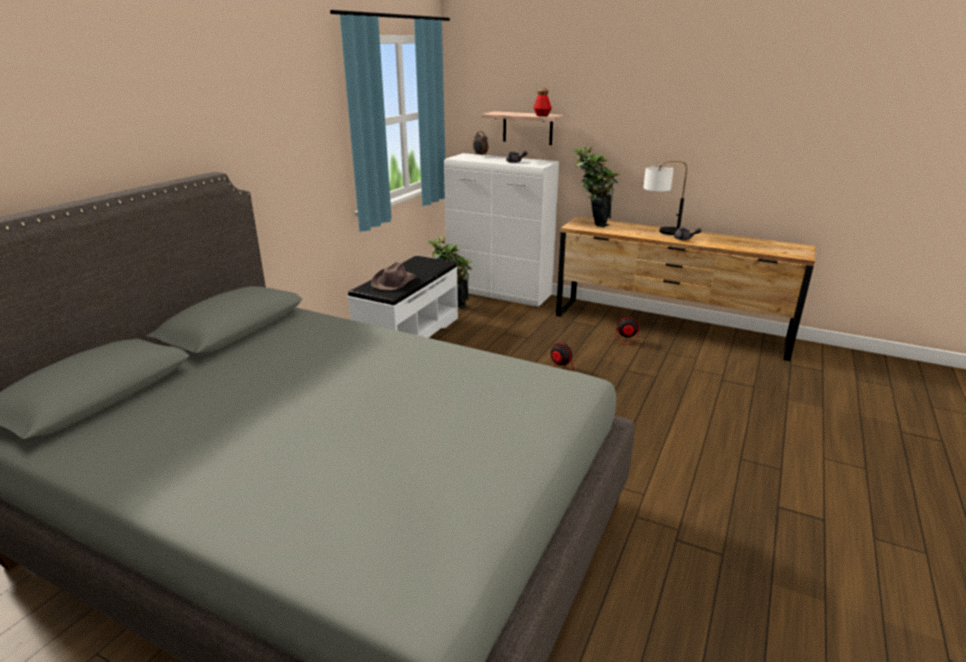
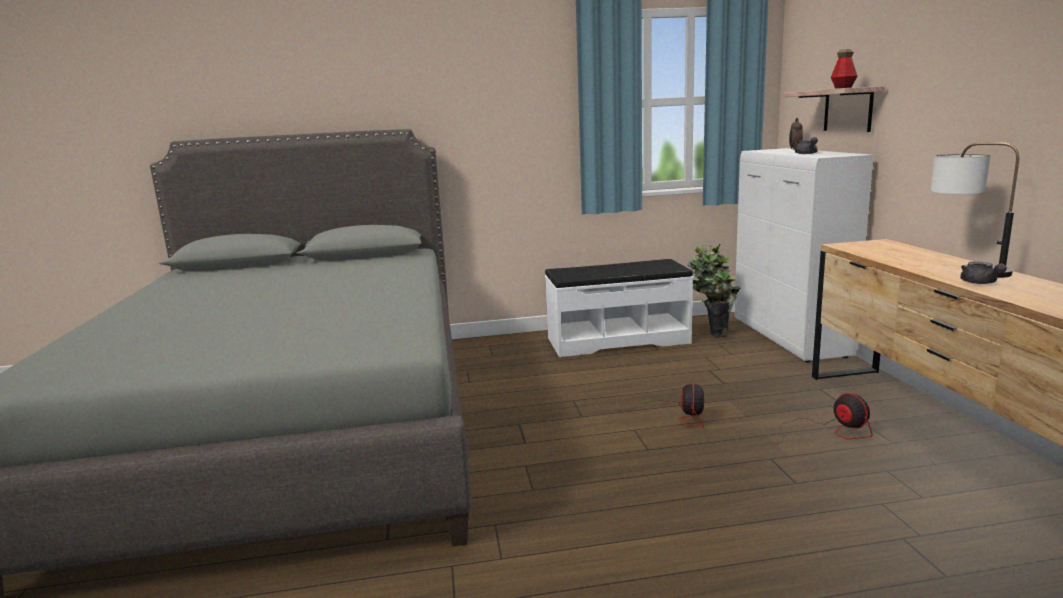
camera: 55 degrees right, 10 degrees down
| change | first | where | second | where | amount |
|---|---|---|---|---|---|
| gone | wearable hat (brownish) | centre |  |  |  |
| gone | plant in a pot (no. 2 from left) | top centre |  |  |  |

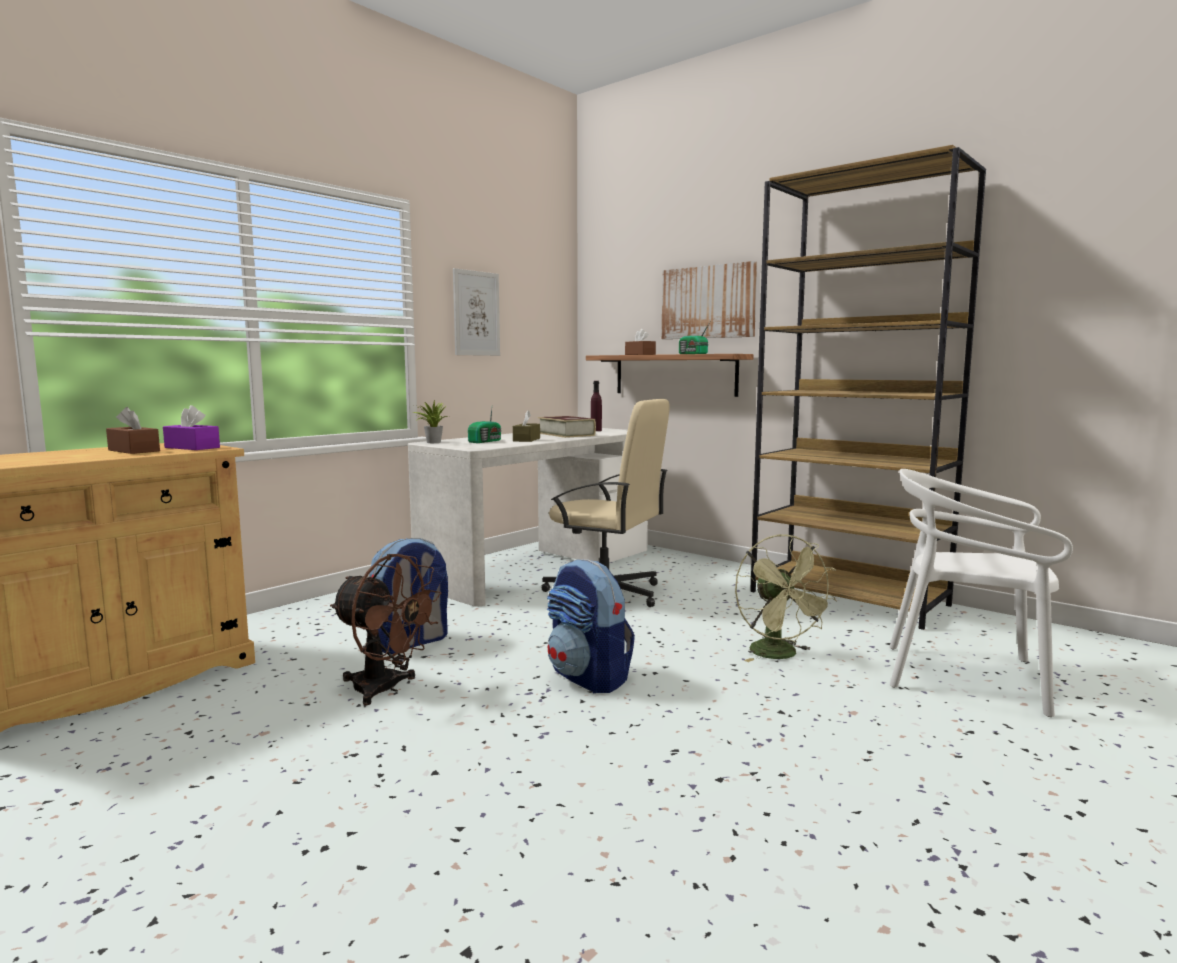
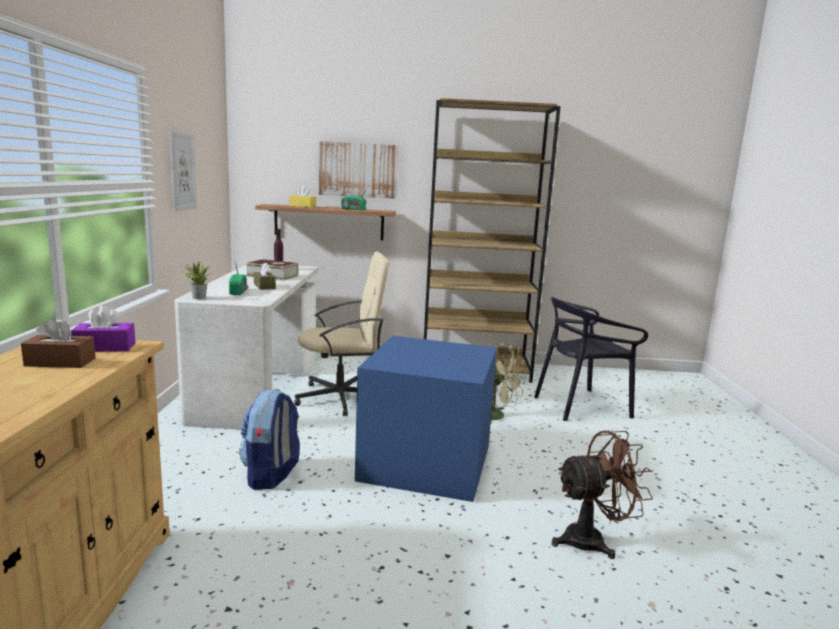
camera: 40 degrees left, 5 degrees up
| change | first | where | second | where | amount |
|---|---|---|---|---|---|
| shifted | electric fan (brownish) | middle left |  | bottom right |  |
| swapped | knapsack (no. 2 from left) | centre | storage box (bluish) | centre |  |
| repainted | tissue holder (brownish) (no. 3 from left) | centre | tissue holder (yellow) | top centre |  |
| repainted | plain chair (white) | middle right | plain chair (black) | middle right |  |

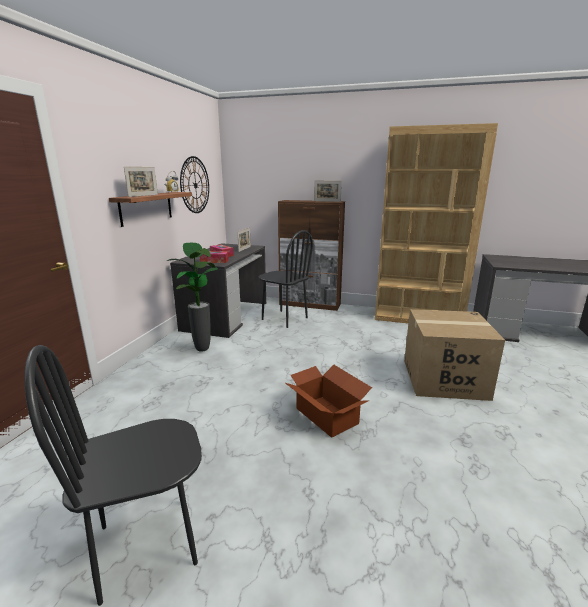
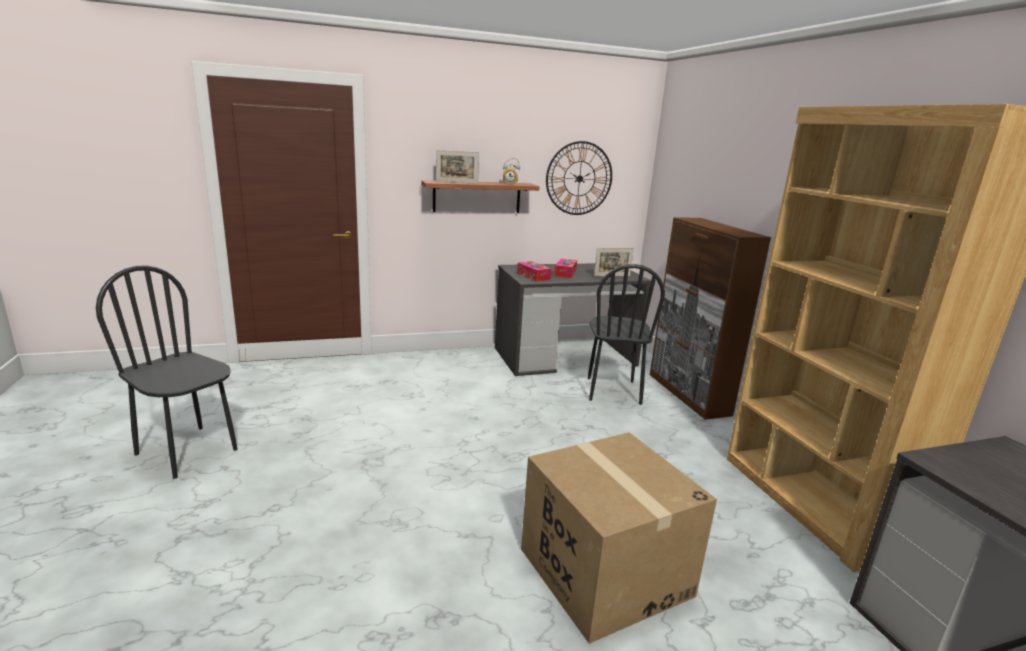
camera: 55 degrees right, 0 degrees up
| change | first | where | second | where | amount |
|---|---|---|---|---|---|
| gone | plant in a pot | middle left |  |  |  |
| gone | carton (no. 1 from left) | centre |  |  |  |
| gone | picture frame (no. 3 from left) | top centre |  |  |  |

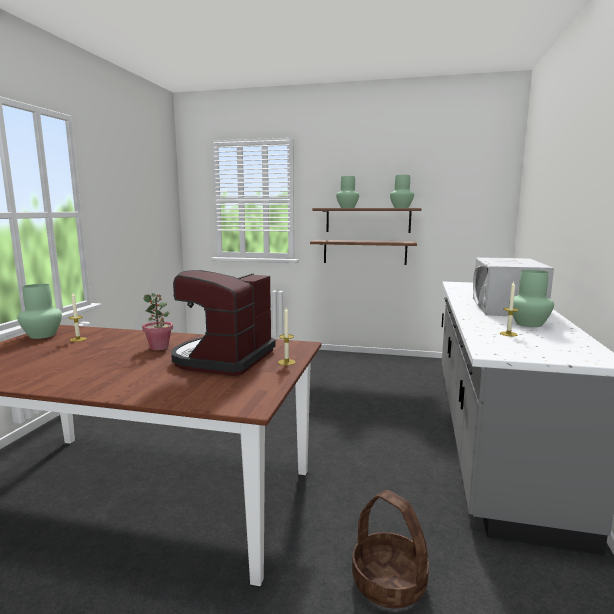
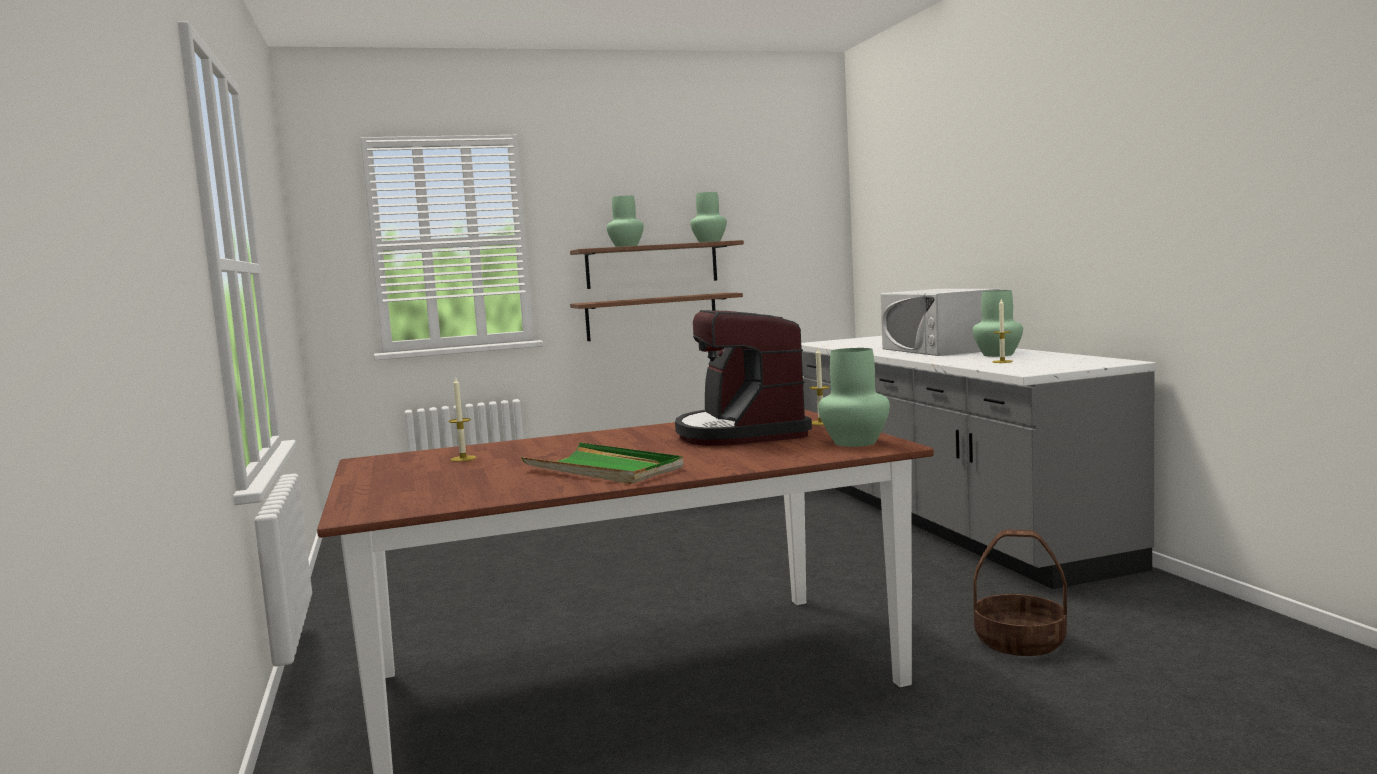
camera: 30 degrees left, 5 degrees down
| change | first | where | second | where | amount |
|---|---|---|---|---|---|
| gone | plant in a pot | middle left |  |  |  |
| new |  |  | carrying tray (green-coloured) | centre |  |
| shifted | flower vase (green-coloured) (no. 1 from left in the first image) | middle left | flower vase (green-coloured) (no. 3 from left) | centre |  |

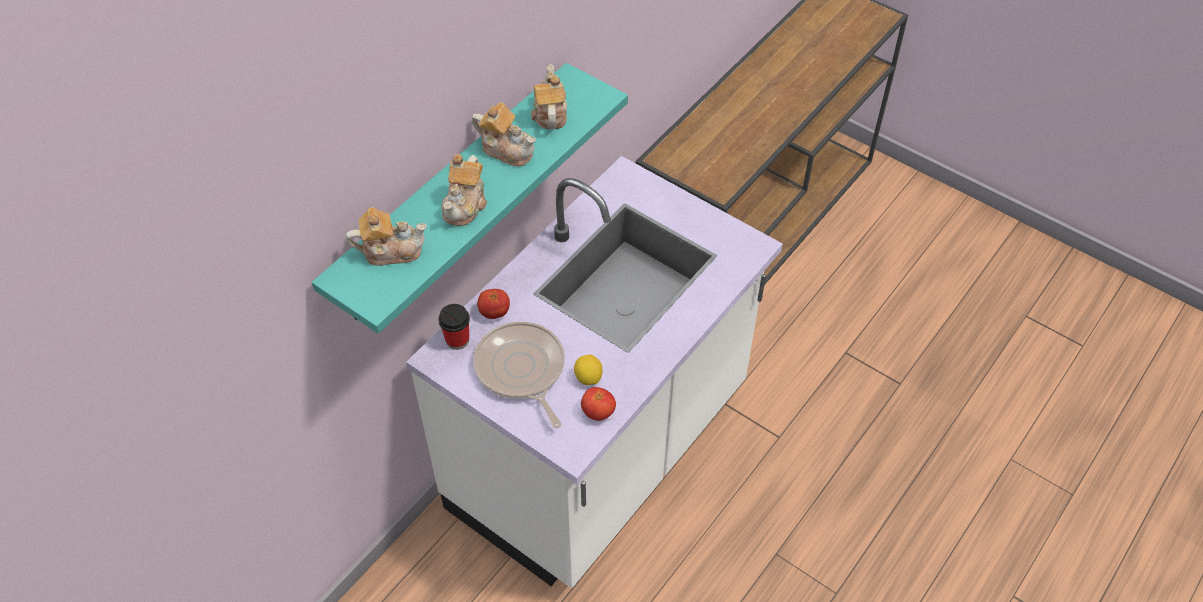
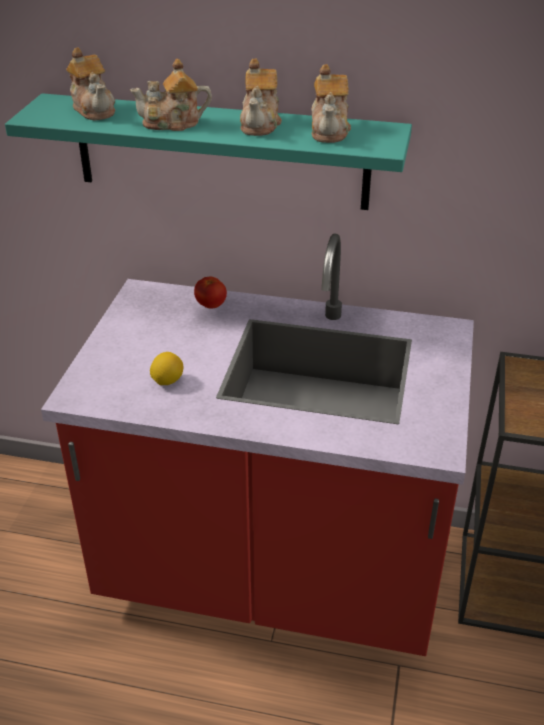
camera: 65 degrees right, 15 degrees down
| change | first | where | second | where | amount |
|---|---|---|---|---|---|
| gone | small cup | centre |  |  |  |
| gone | pan | centre |  |  |  |
| gone | whole tomato (no. 2 from left) | bottom centre |  |  |  |
| repainted | kitchen base unit (white) | centre | kitchen base unit (red) | centre |  |
| rotated | teapot (no. 4 from left) | top centre |  | top centre | 120 degrees clockwise |

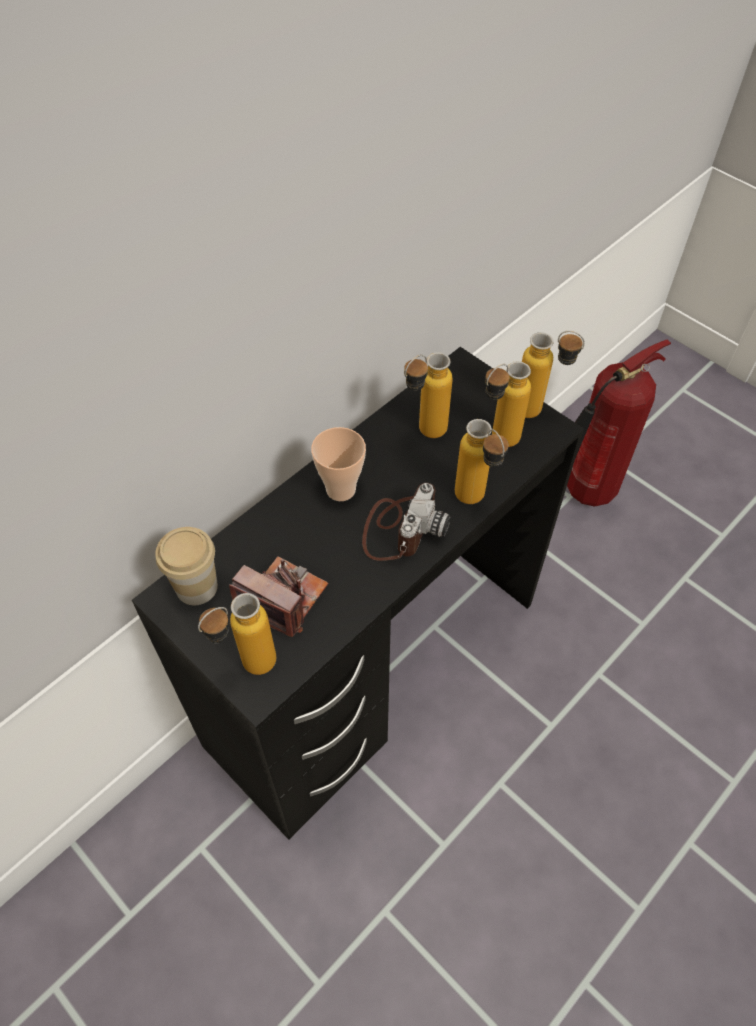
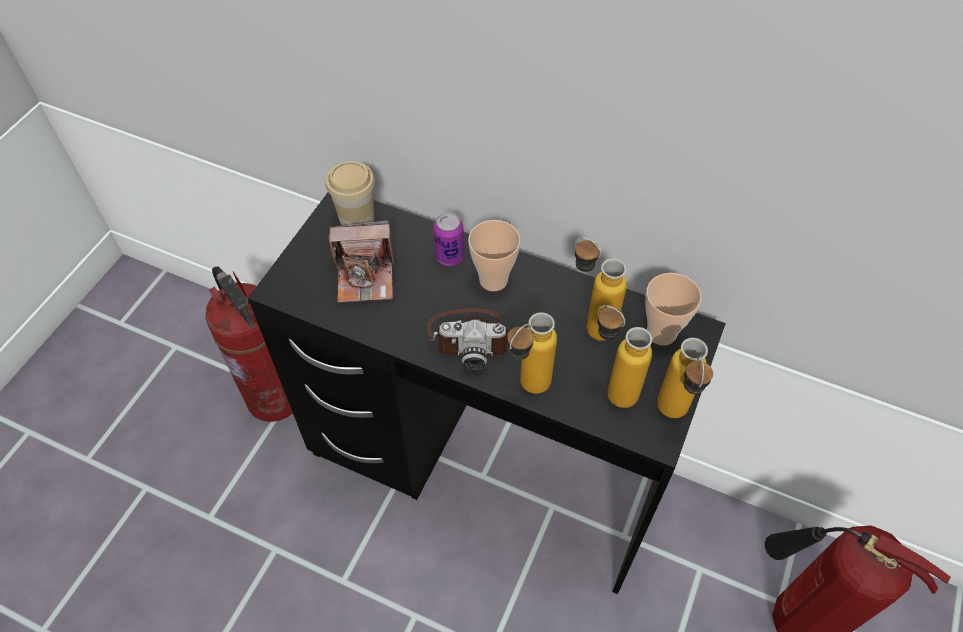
camera: 70 degrees right, 0 degrees up
| change | first | where | second | where | amount |
|---|---|---|---|---|---|
| gone | bottle (no. 1 from left) | middle left |  |  |  |
| new |  |  | extinguisher (no. 1 from left) | middle left |  |
| new |  |  | metal can | centre |  |
| new |  |  | small cup (no. 3 from left) | middle right |  |
| rotated | still camera (no. 1 from left) | centre |  | centre | 75 degrees clockwise |

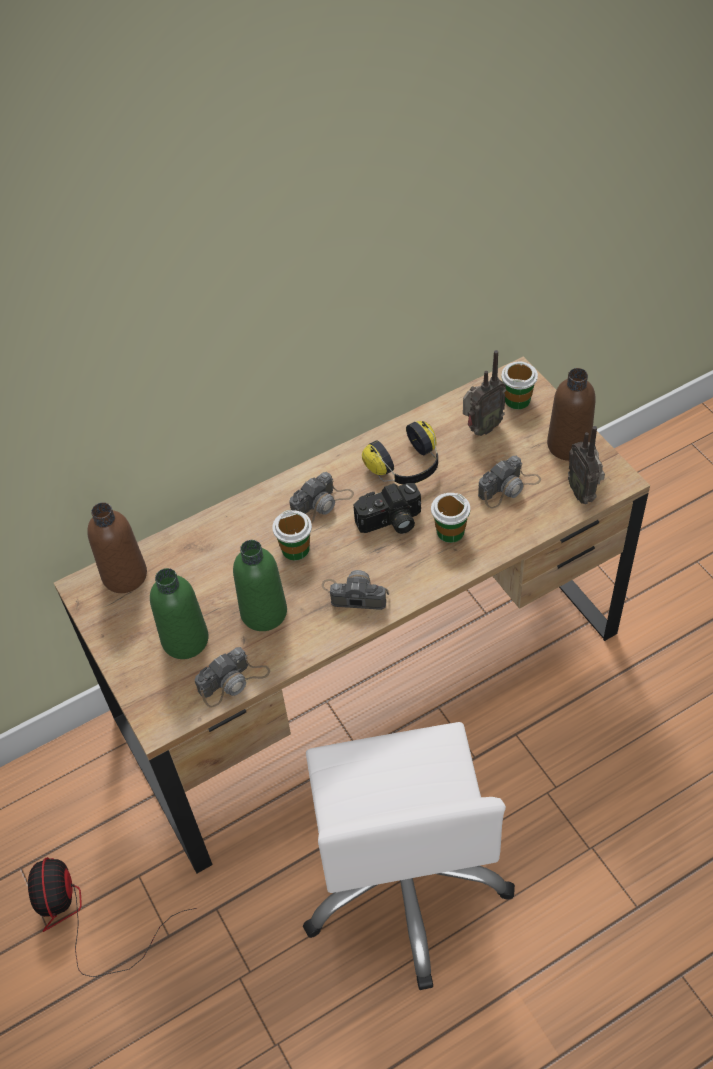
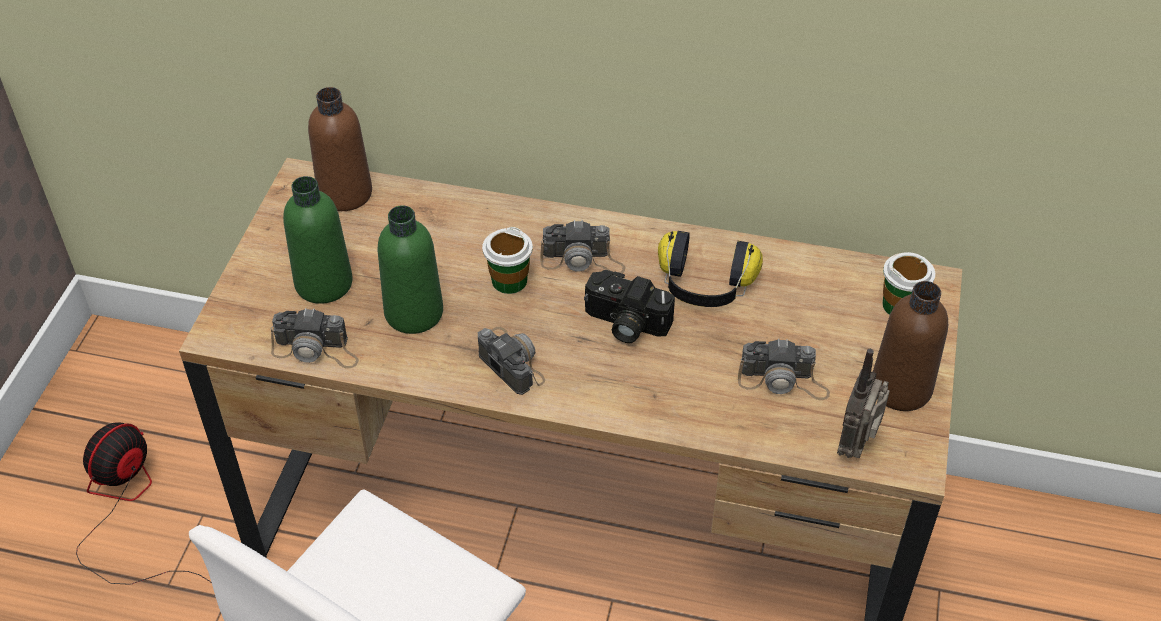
camera: 40 degrees right, 5 degrees down
| change | first | where | second | where | amount |
|---|---|---|---|---|---|
| gone | small cup (no. 2 from left) | centre |  |  |  |
| gone | radio set (no. 1 from left) | middle right |  |  |  |

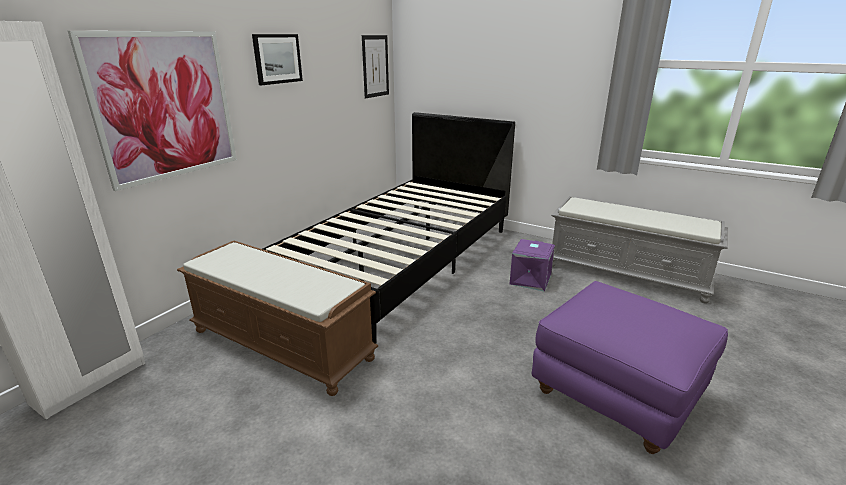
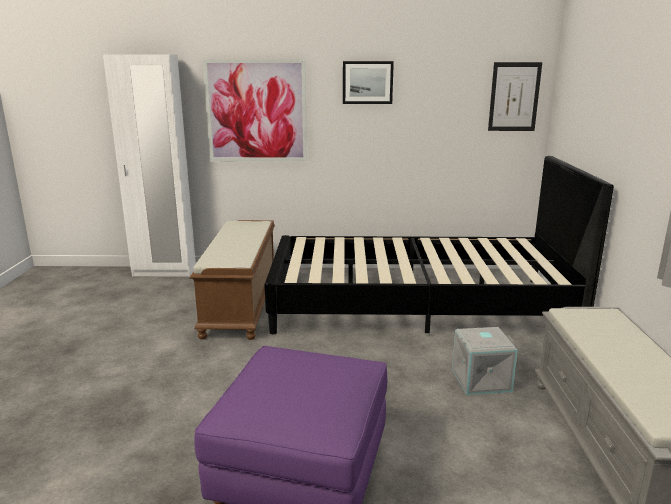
camera: 60 degrees right, 5 degrees down
| change | first | where | second | where | amount |
|---|---|---|---|---|---|
| repainted | storage box (purplish) | centre | storage box (grey) | bottom right |  |

